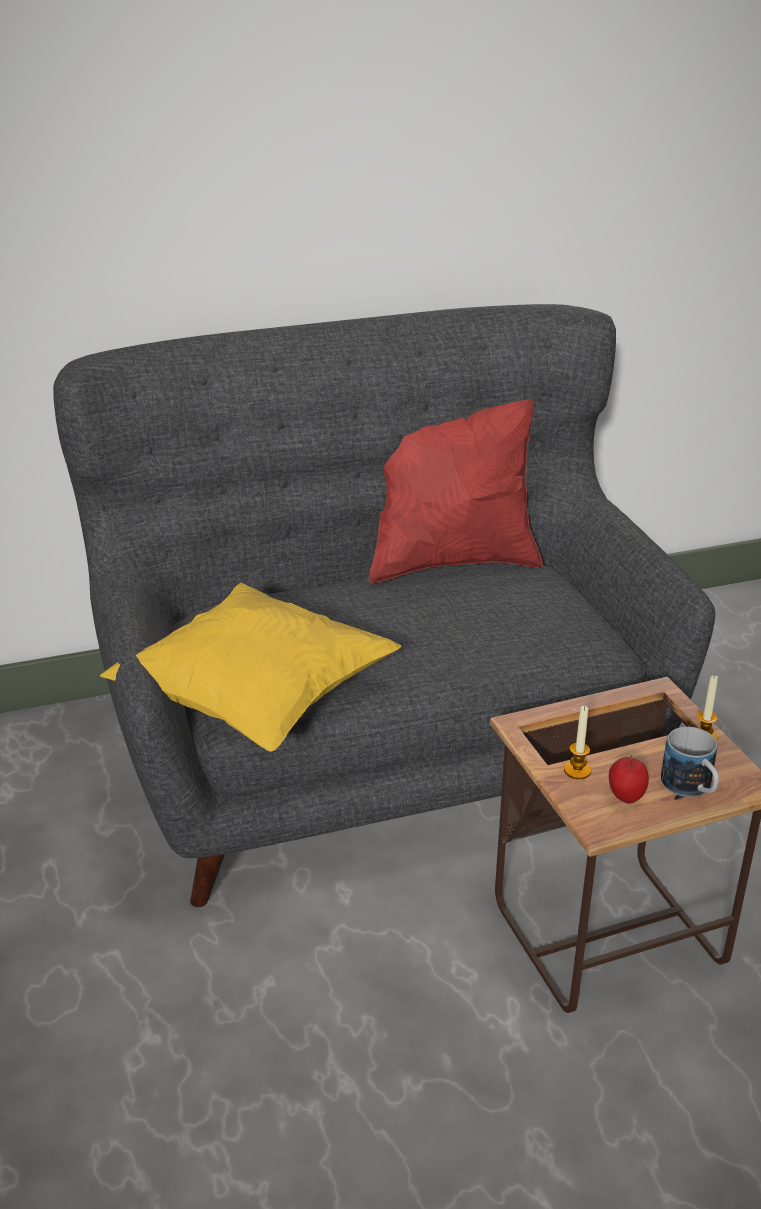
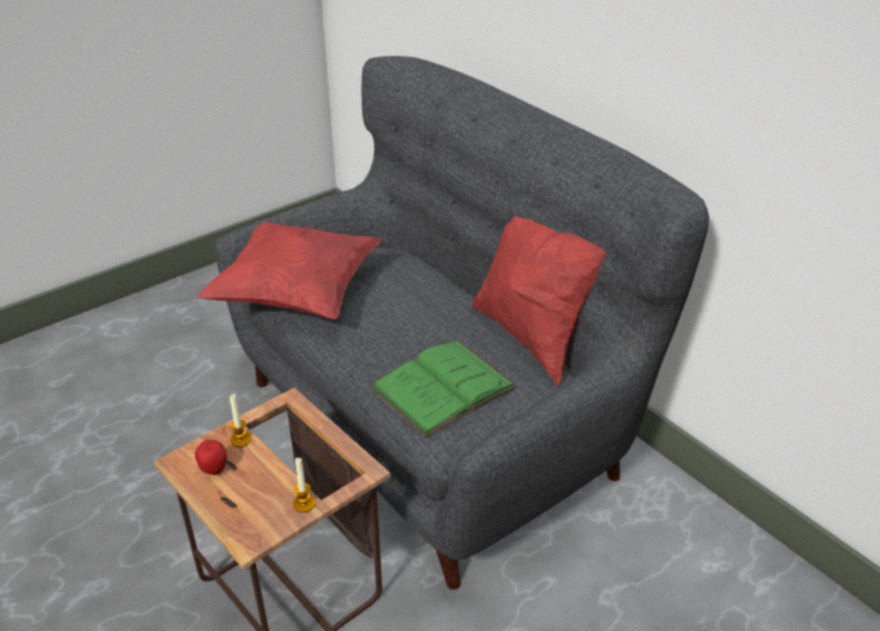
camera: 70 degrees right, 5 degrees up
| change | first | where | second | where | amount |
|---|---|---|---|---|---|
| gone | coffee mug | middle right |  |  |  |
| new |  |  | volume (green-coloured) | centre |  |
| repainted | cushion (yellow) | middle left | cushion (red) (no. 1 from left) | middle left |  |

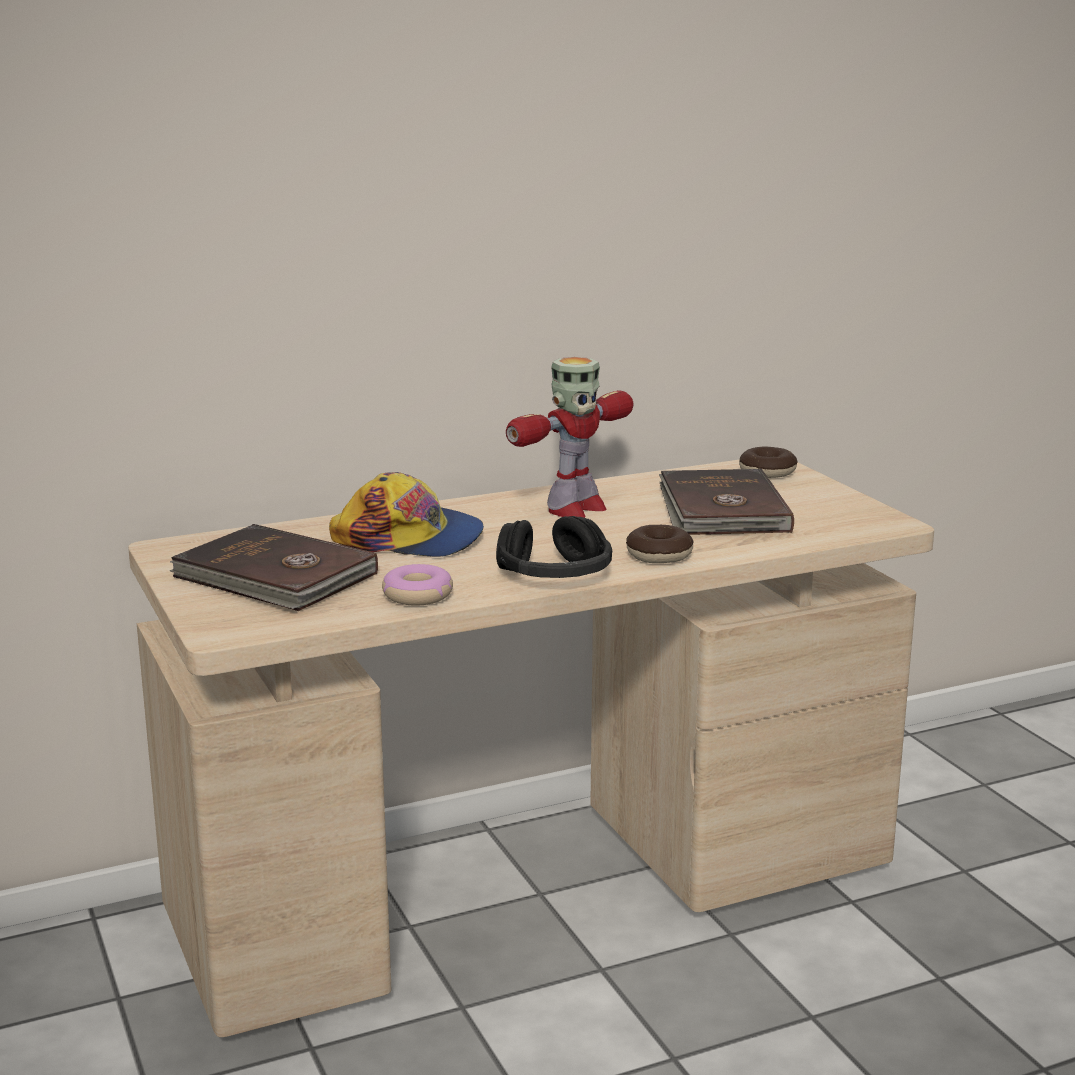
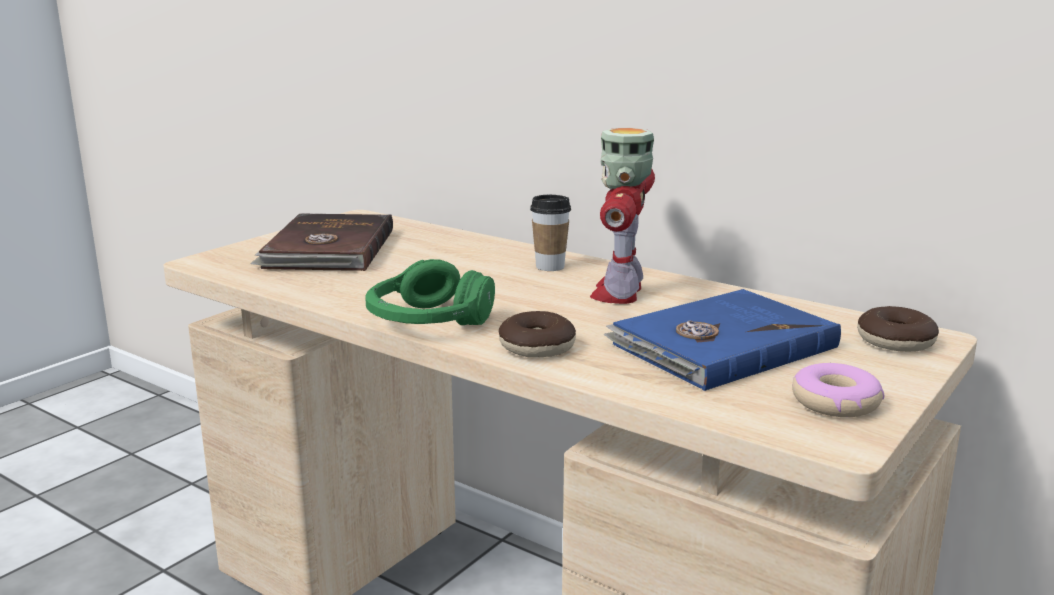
camera: 60 degrees right, 0 degrees up
| change | first | where | second | where | amount |
|---|---|---|---|---|---|
| gone | cap | centre |  |  |  |
| new |  |  | small cup | centre |  |
| shifted | ring doughnut (no. 1 from left in the first image) | centre | ring doughnut (no. 2 from left) | middle right |  |
| repainted | pair of headphones (black) | centre | pair of headphones (green-coloured) | centre |  |
| repainted | volume (brownish) (no. 2 from left) | middle right | volume (bluish) | middle right |  |
| rotated | robot figure | centre |  | centre | 90 degrees clockwise |

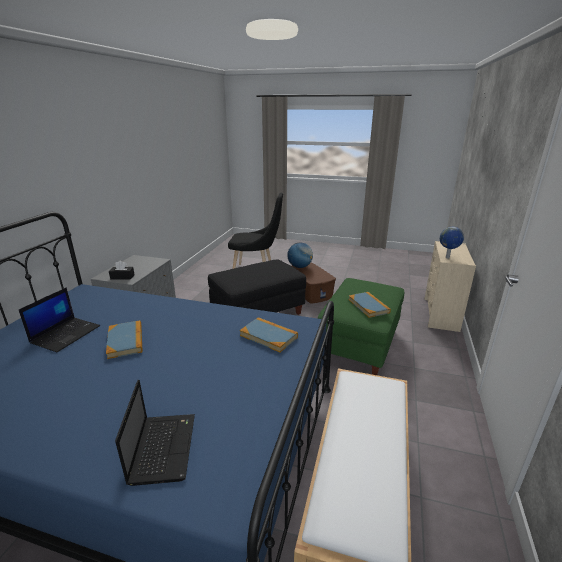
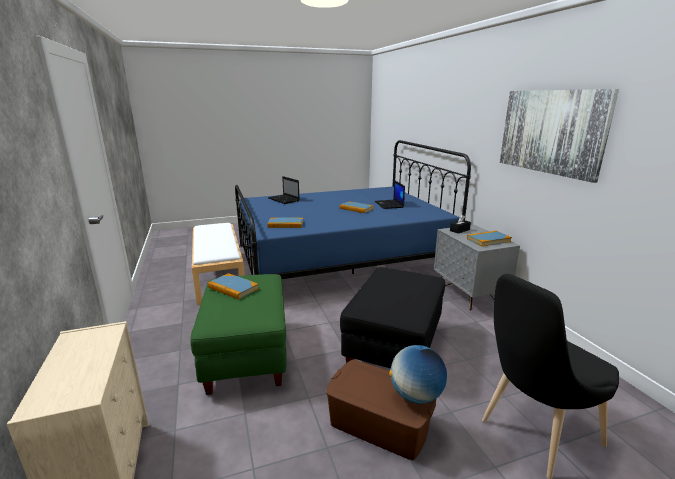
camera: 145 degrees right, 5 degrees down
| change | first | where | second | where | amount |
|---|---|---|---|---|---|
| gone | globe (no. 2 from left) | middle right |  |  |  |
| new |  |  | volume (no. 4 from left) | middle right |  |
| new |  |  | wall picture | top right |  |

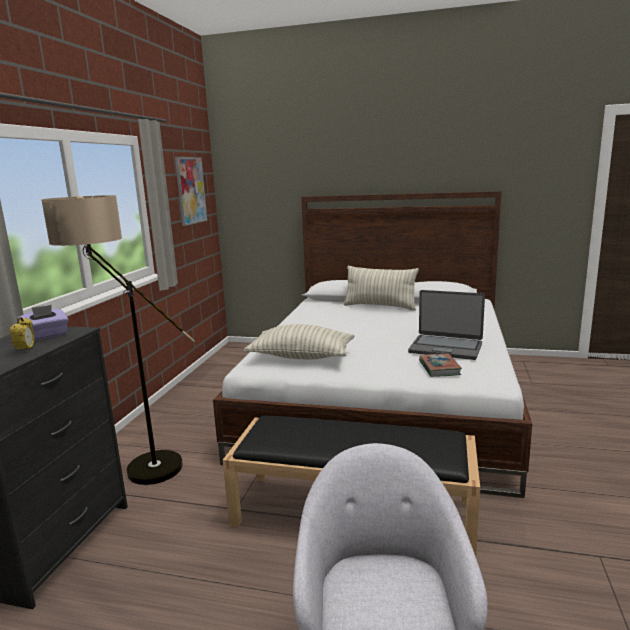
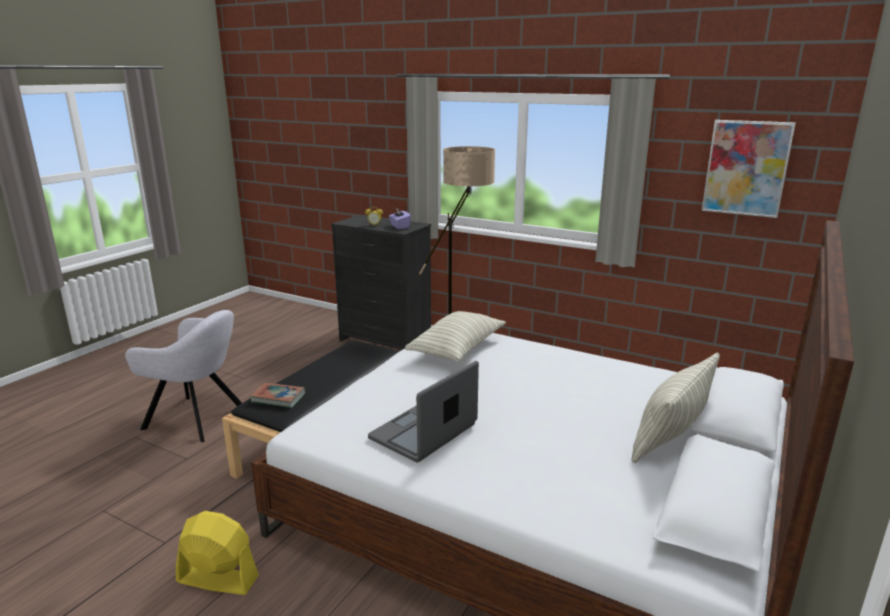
camera: 105 degrees right, 5 degrees up
| change | first | where | second | where | amount |
|---|---|---|---|---|---|
| new |  |  | electric fan (yellow) | bottom left |  |
| shifted | volume | middle right |  | middle left |  |

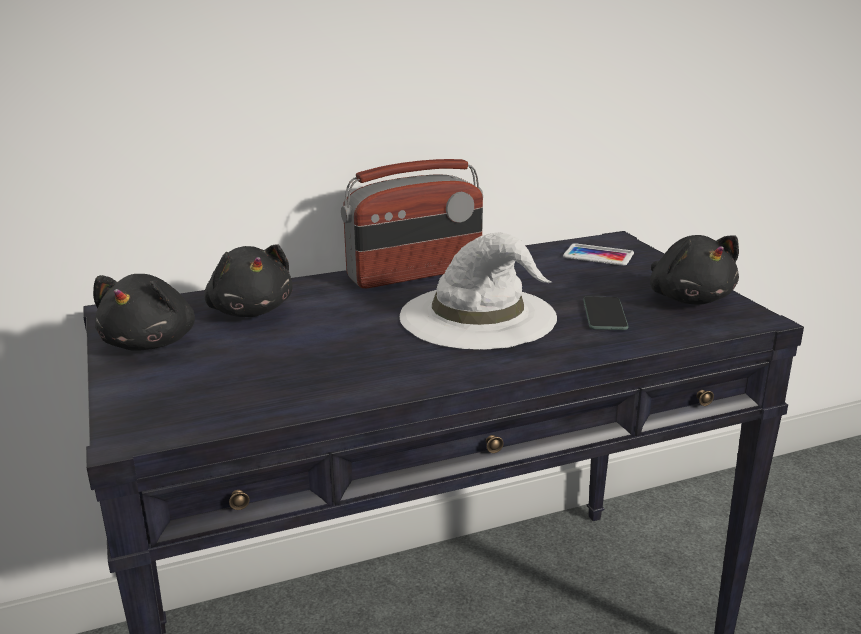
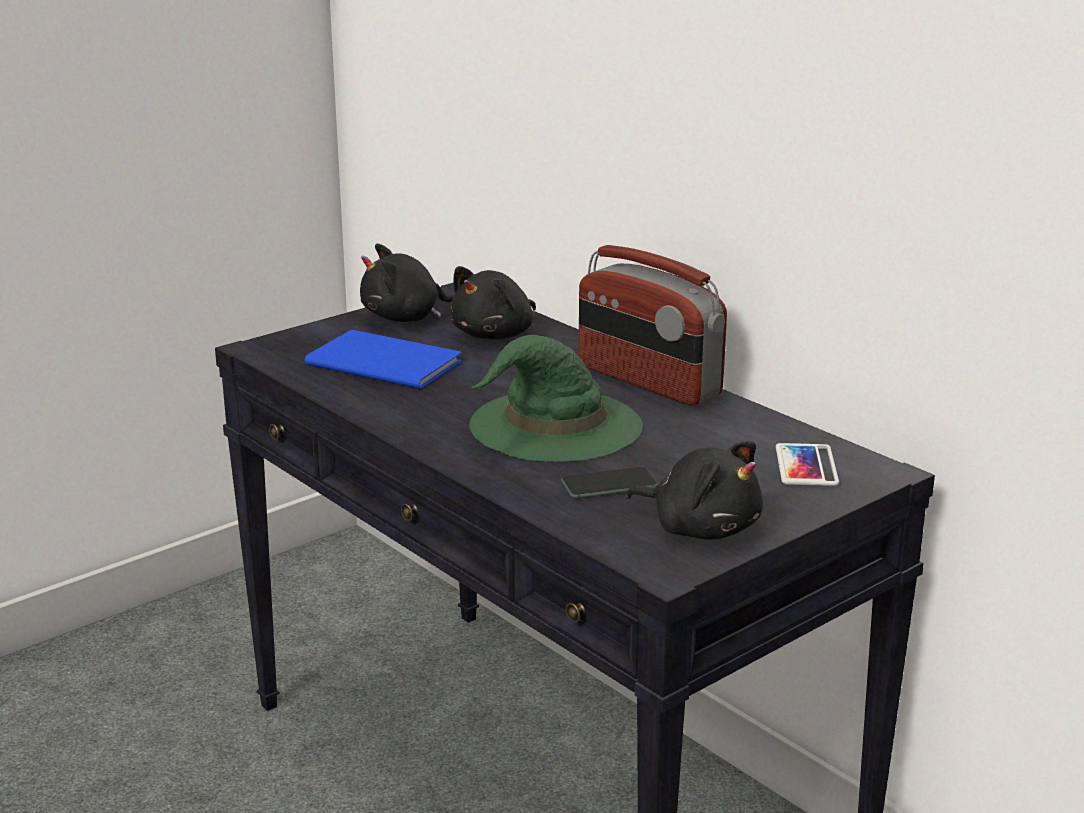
camera: 70 degrees right, 0 degrees up
| change | first | where | second | where | amount |
|---|---|---|---|---|---|
| new |  |  | volume (bluish) | centre |  |
| repainted | wearable hat (white) | centre | wearable hat (green-coloured) | centre |  |
| rotated | plush toy (black) (no. 3 from left) | middle right |  | centre | 105 degrees counterclockwise |

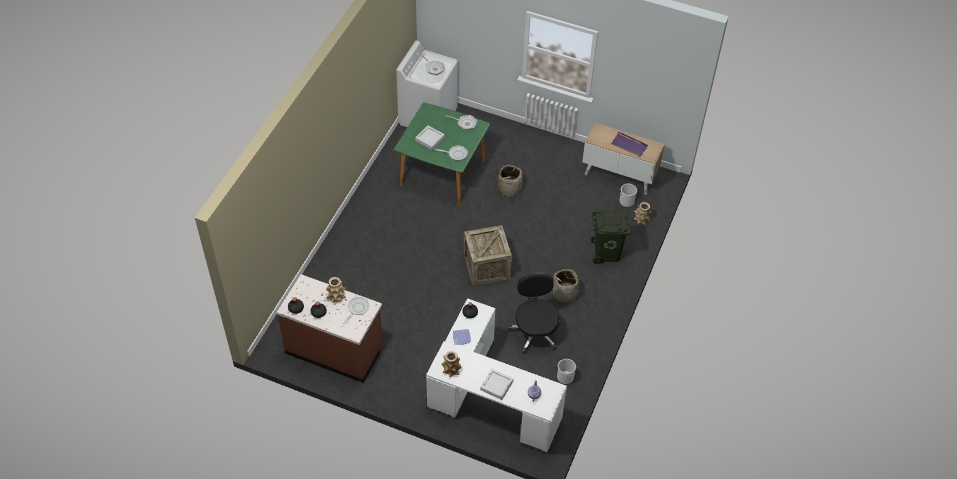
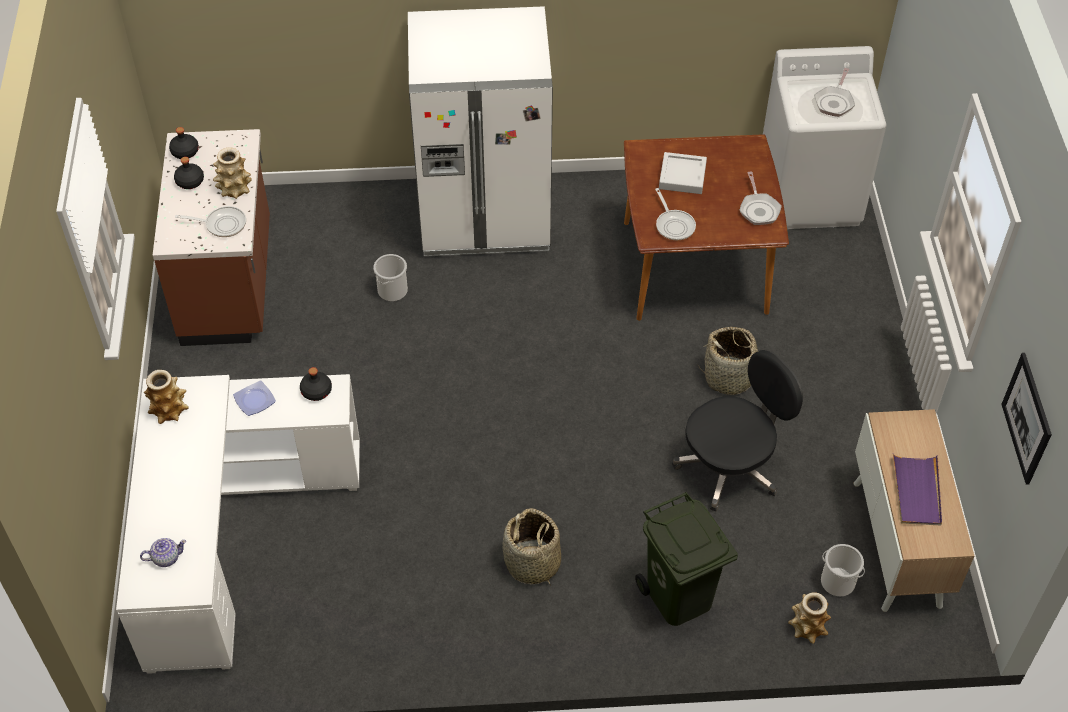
camera: 65 degrees right, 0 degrees up
| change | first | where | second | where | amount |
|---|---|---|---|---|---|
| gone | shipping crate | centre |  |  |  |
| gone | carrying tray (grey) (no. 2 from left) | bottom centre |  |  |  |
| new |  |  | refrigerator (white) | top centre |  |
| new |  |  | wall picture | middle right |  |
| shifted | desk chair (black) | centre |  | middle right |  |
| shifted | pail (no. 1 from left) | bottom centre |  | centre |  |
| repainted | kitchen table (green-coloured) | top centre | kitchen table (brownish) | top centre |  |

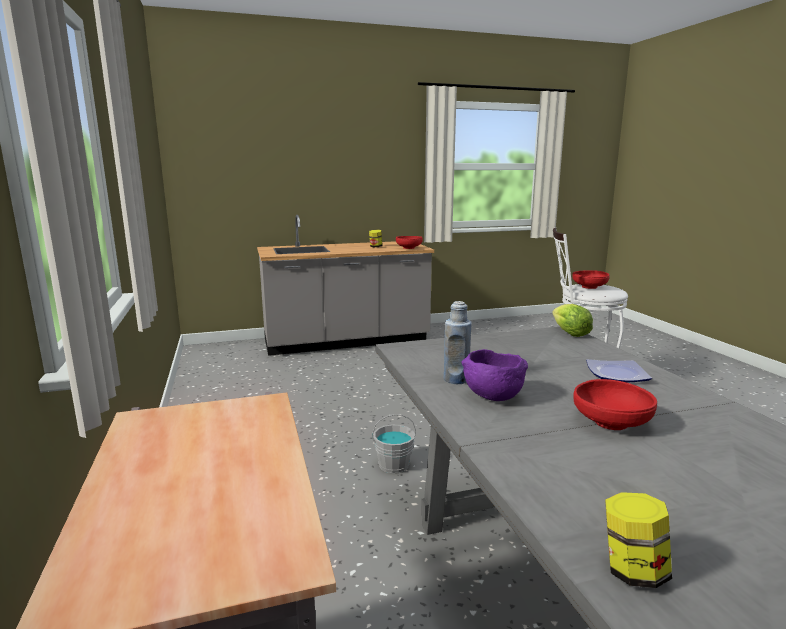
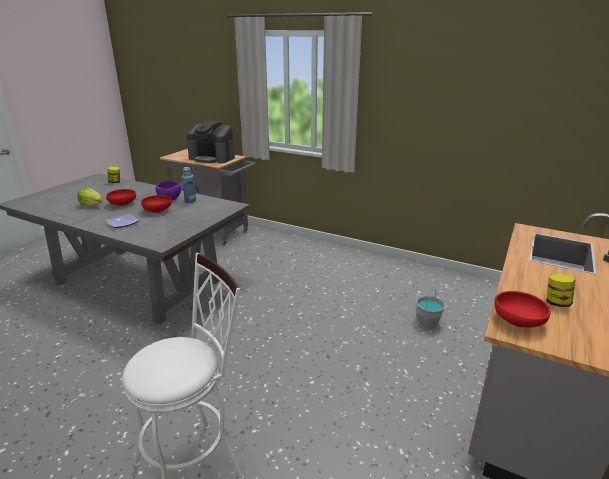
camera: 135 degrees right, 10 degrees up
| change | first | where | second | where | amount |
|---|---|---|---|---|---|
| new |  |  | coffee machine | top centre |  |
| shifted | pail (grey) | bottom centre |  | middle right |  |
| shifted | lettuce head | middle right |  | middle left |  |
| shifted | deep dish (red) (no. 2 from left) | middle right |  | middle left |  |

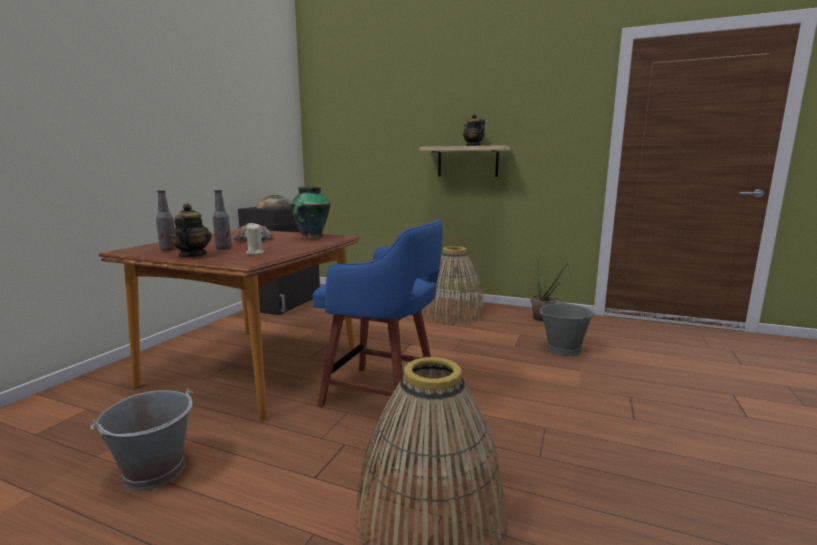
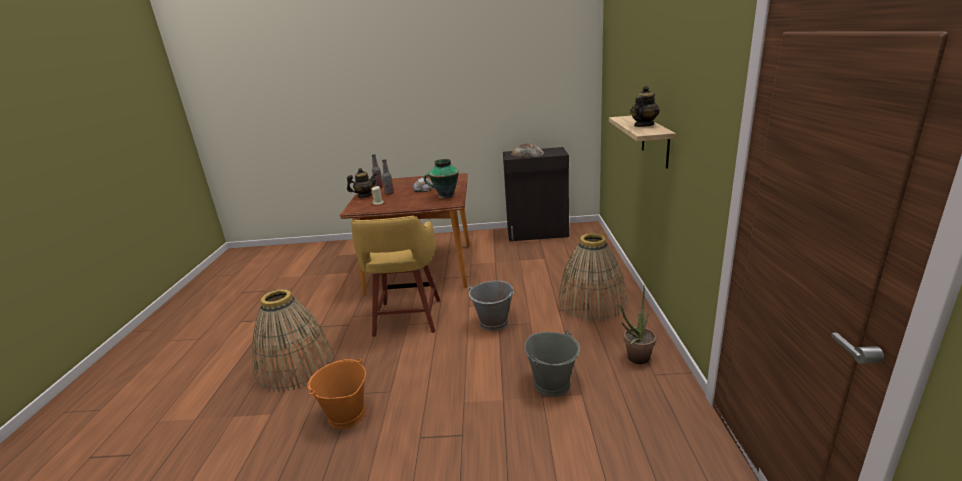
camera: 70 degrees right, 10 degrees up
| change | first | where | second | where | amount |
|---|---|---|---|---|---|
| new |  |  | pail (orangey) | bottom centre |  |
| shifted | pail (grey) (no. 1 from left) | bottom left |  | centre |  |
| repainted | sitting stool (bluish) | centre | sitting stool (yellow) | centre |  |

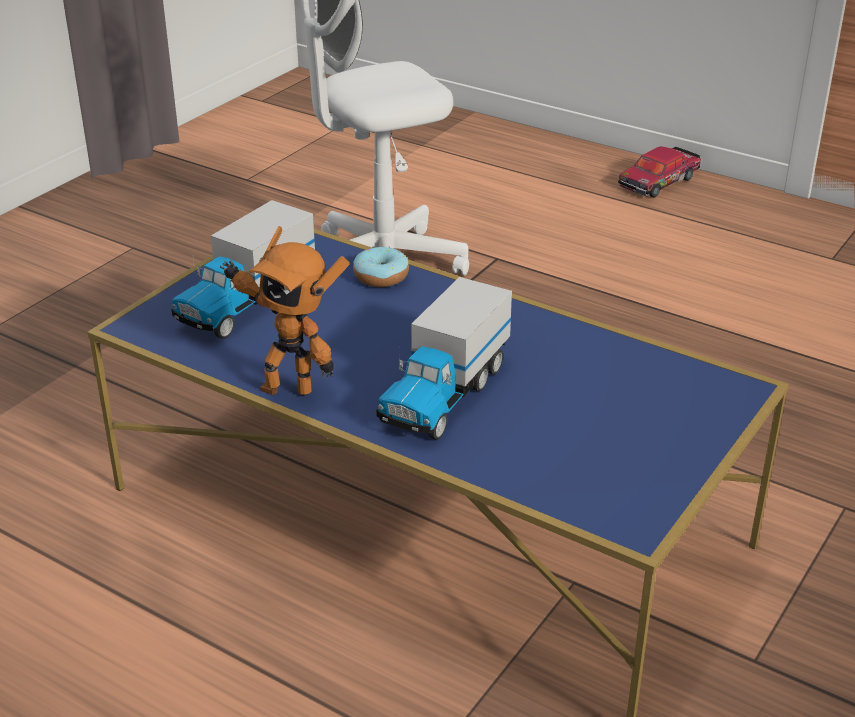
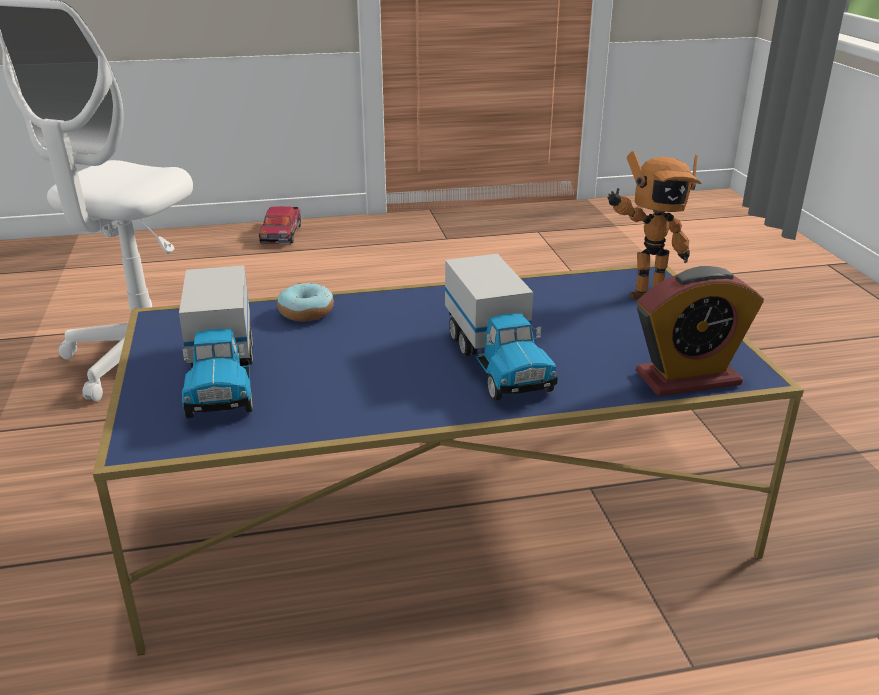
camera: 45 degrees left, 5 degrees down
| change | first | where | second | where | amount |
|---|---|---|---|---|---|
| new |  |  | table clock | middle right |  |
| shifted | robot figure | centre |  | top right |  |

